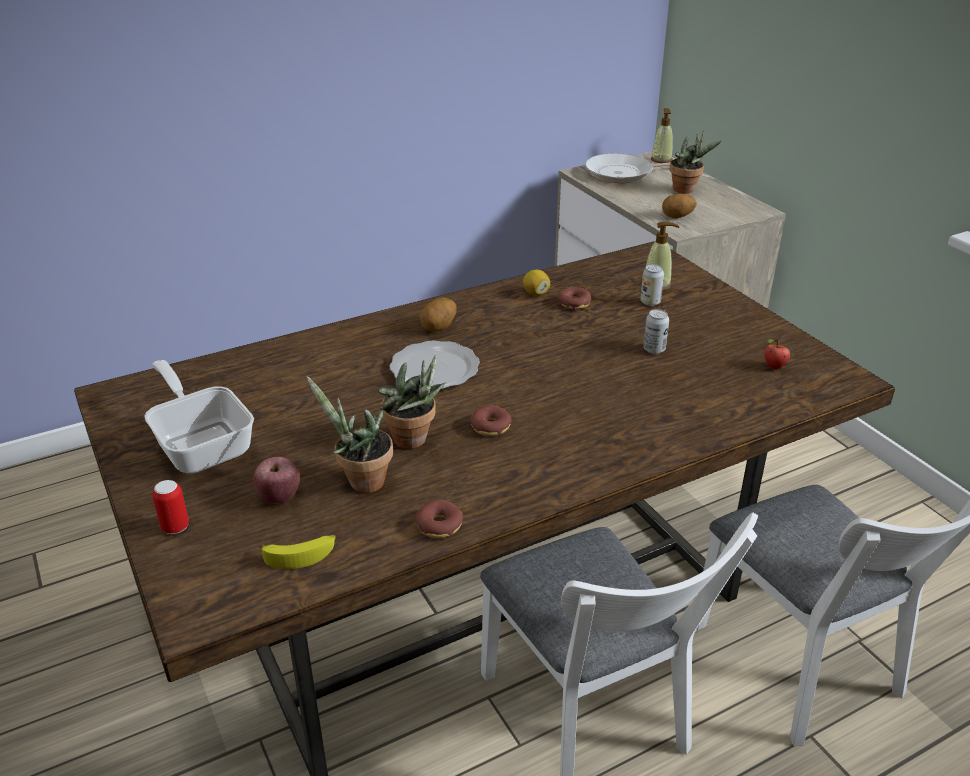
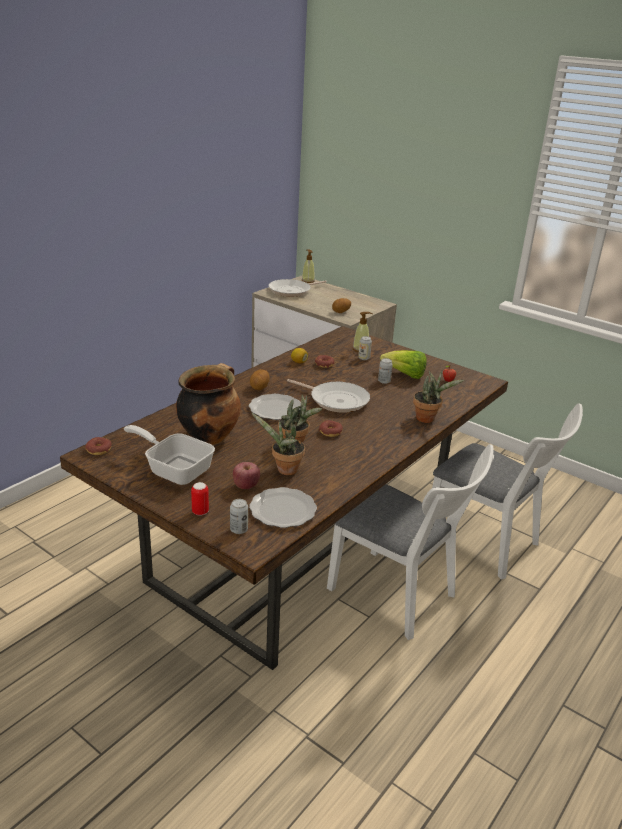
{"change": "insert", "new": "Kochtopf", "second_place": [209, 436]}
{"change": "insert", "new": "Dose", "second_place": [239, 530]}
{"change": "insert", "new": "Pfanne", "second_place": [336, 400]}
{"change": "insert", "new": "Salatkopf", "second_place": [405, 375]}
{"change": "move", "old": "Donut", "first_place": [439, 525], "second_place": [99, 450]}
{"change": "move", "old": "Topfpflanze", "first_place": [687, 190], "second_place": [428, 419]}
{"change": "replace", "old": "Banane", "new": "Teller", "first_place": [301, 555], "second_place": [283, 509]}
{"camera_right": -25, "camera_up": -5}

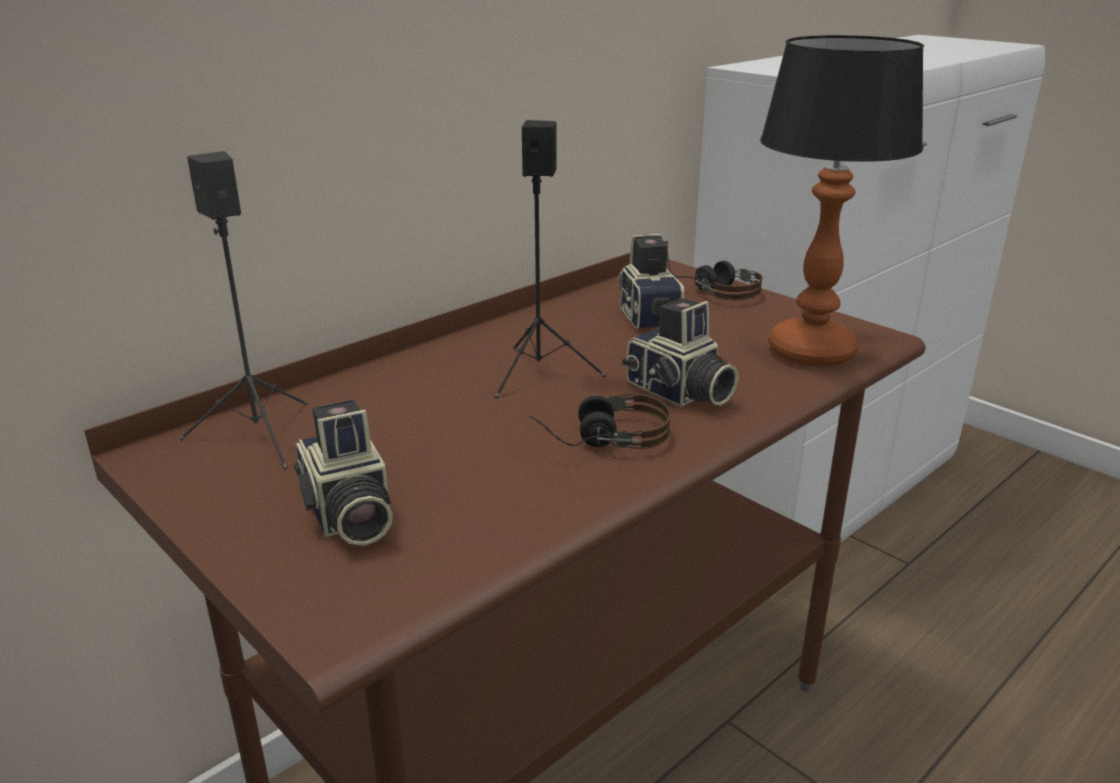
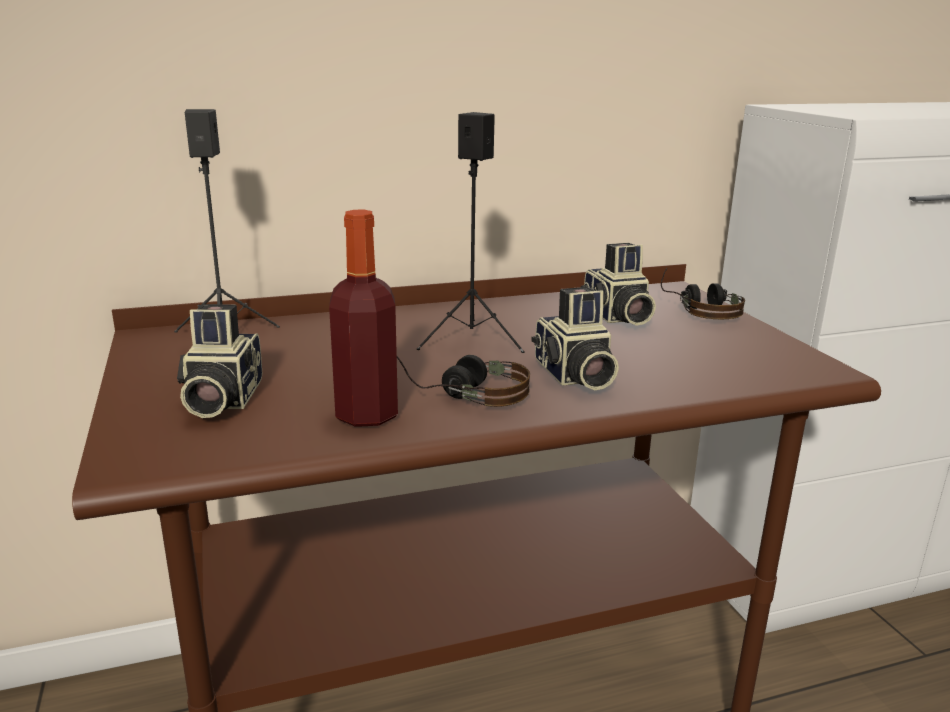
{"change": "delete", "old": "Tischlampe", "first_place": [810, 352]}
{"change": "insert", "new": "Flasche", "second_place": [367, 415]}
{"change": "rotate", "old": "Kamera", "first_place": [648, 314], "second_place": [616, 316], "degrees": 150}
{"camera_right": 25, "camera_up": -5}

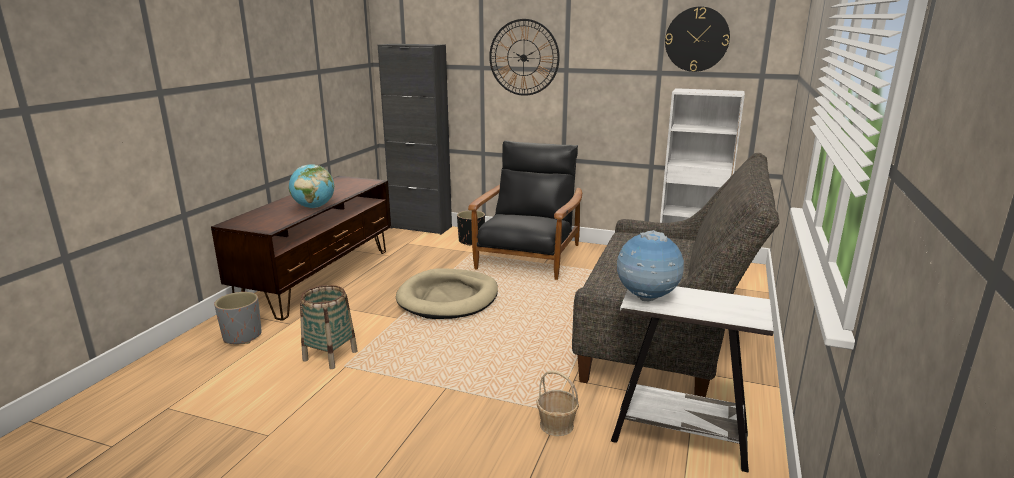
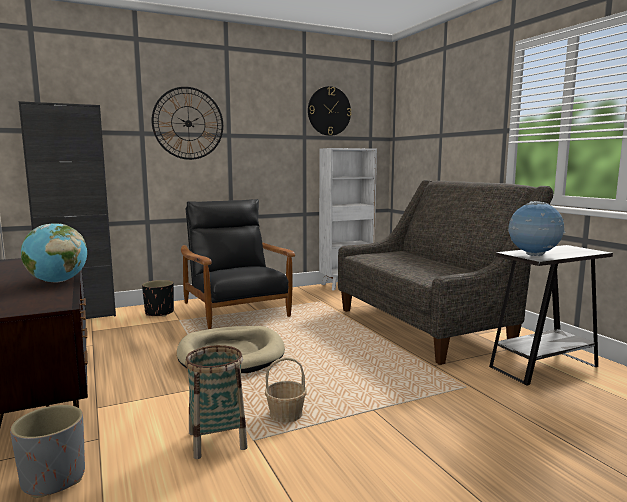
{"change": "move", "old": "Korb", "first_place": [556, 425], "second_place": [286, 415]}
{"camera_right": -45, "camera_up": -10}

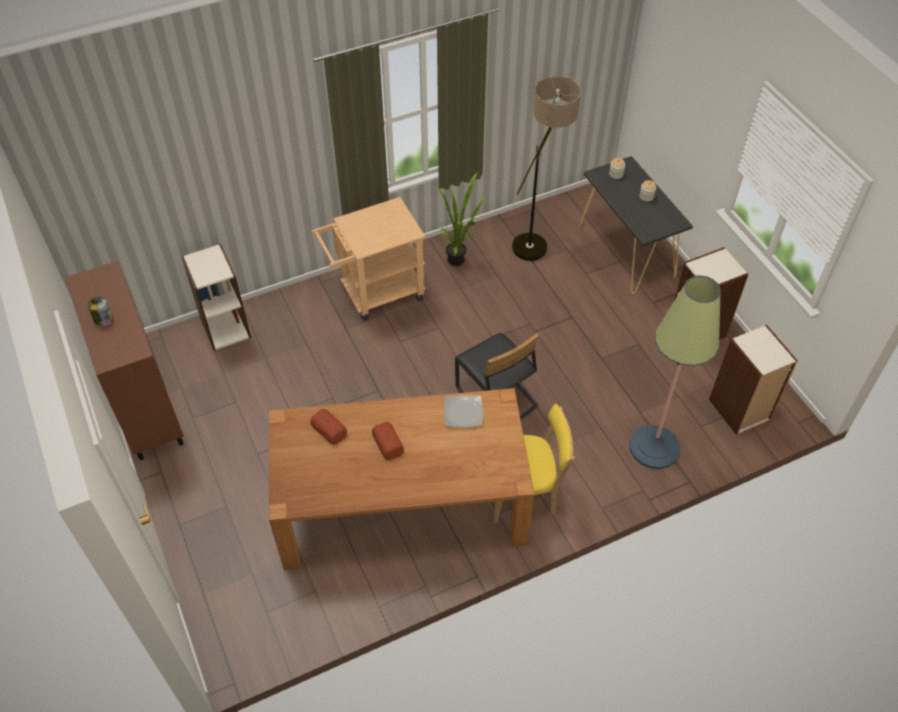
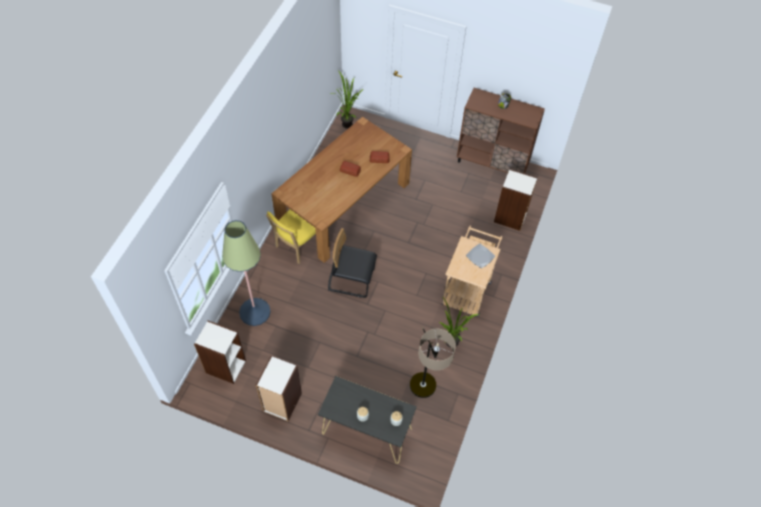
{"change": "insert", "new": "Topfpflanze", "second_place": [347, 123]}
{"change": "move", "old": "Teller", "first_place": [463, 413], "second_place": [480, 256]}
{"camera_right": 135, "camera_up": 5}

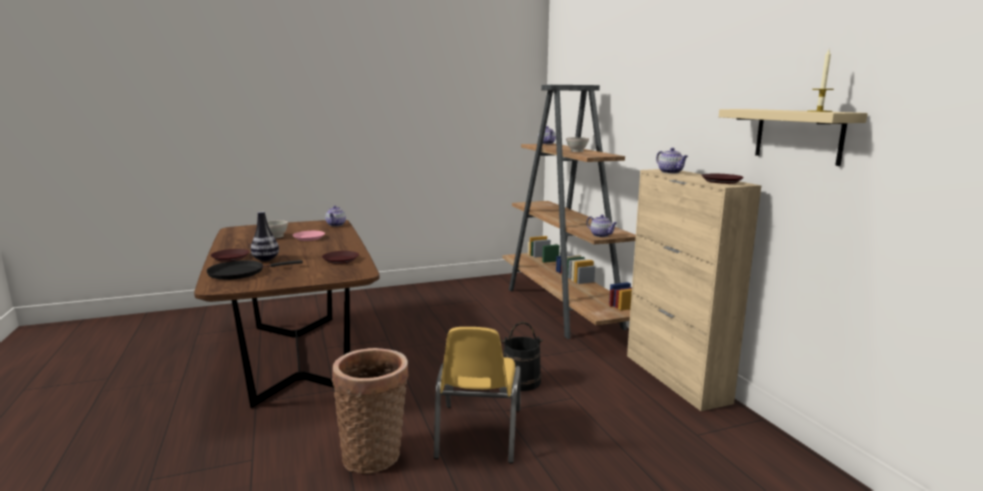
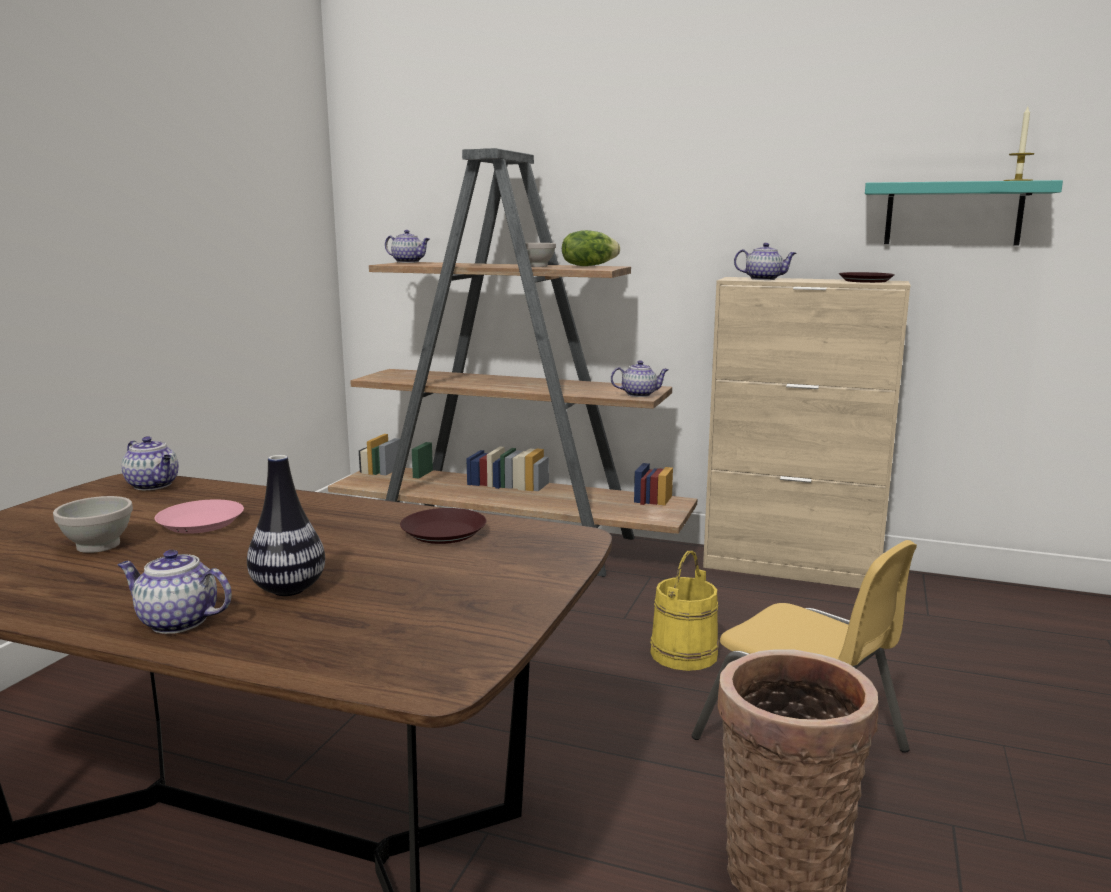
{"change": "delete", "old": "Pfanne [schwarz]", "first_place": [240, 273]}
{"change": "insert", "new": "Salatkopf", "second_place": [588, 266]}
{"change": "replace", "old": "Teller [braun]", "new": "Teekanne", "first_place": [230, 258], "second_place": [176, 622]}
{"change": "recolor", "old": "Eimer [schwarz]", "new": "Eimer [gelb]", "first_place": [521, 381], "second_place": [684, 654]}
{"change": "recolor", "old": "Wandregal [beige]", "new": "Wandregal [türkis]", "first_place": [798, 135], "second_place": [953, 214]}
{"camera_right": -50, "camera_up": 0}

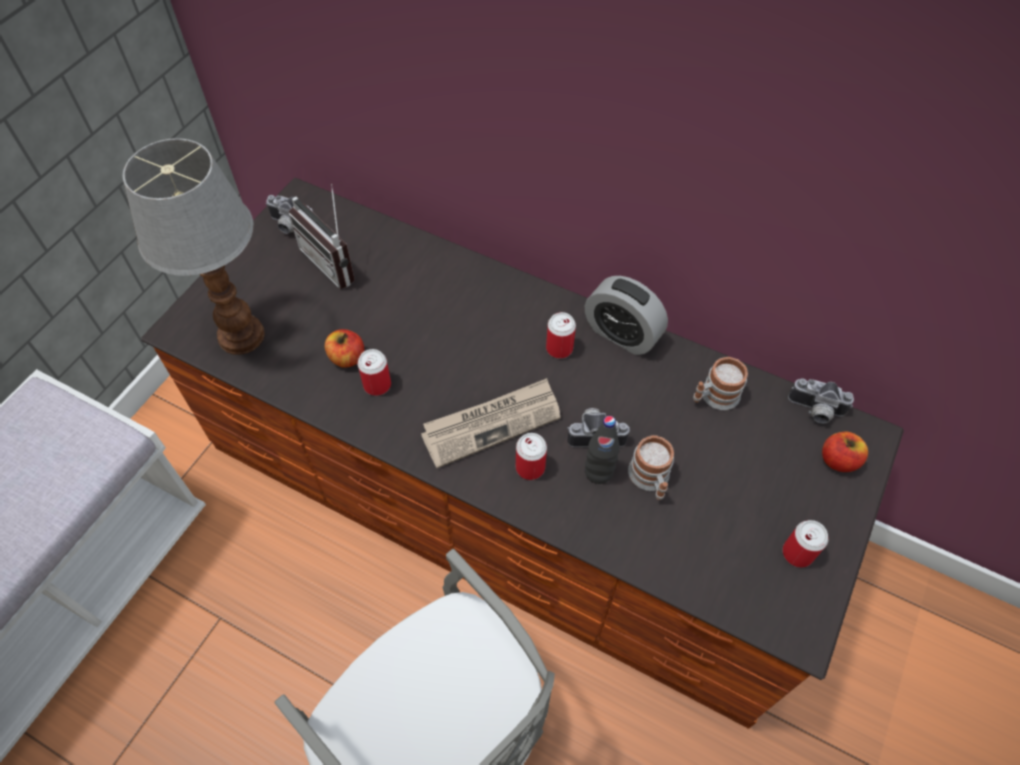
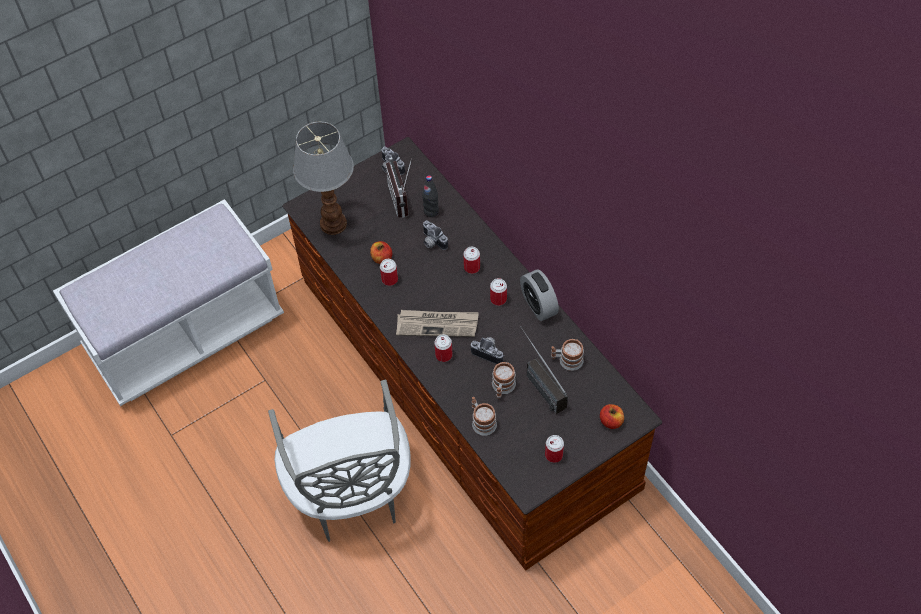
{"change": "insert", "new": "Dose", "second_place": [472, 267]}
{"change": "insert", "new": "Henkelbecher", "second_place": [482, 421]}
{"change": "insert", "new": "Radio", "second_place": [537, 382]}
{"change": "move", "old": "Flasche [schwarz]", "first_place": [598, 472], "second_place": [431, 211]}
{"change": "move", "old": "Kamera", "first_place": [815, 411], "second_place": [432, 242]}
{"camera_right": 30, "camera_up": 0}

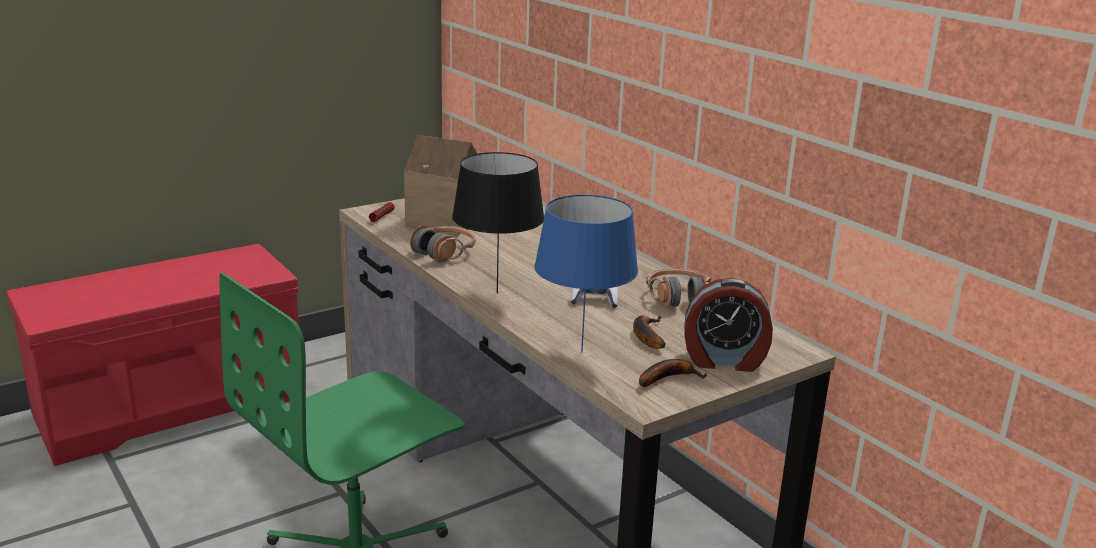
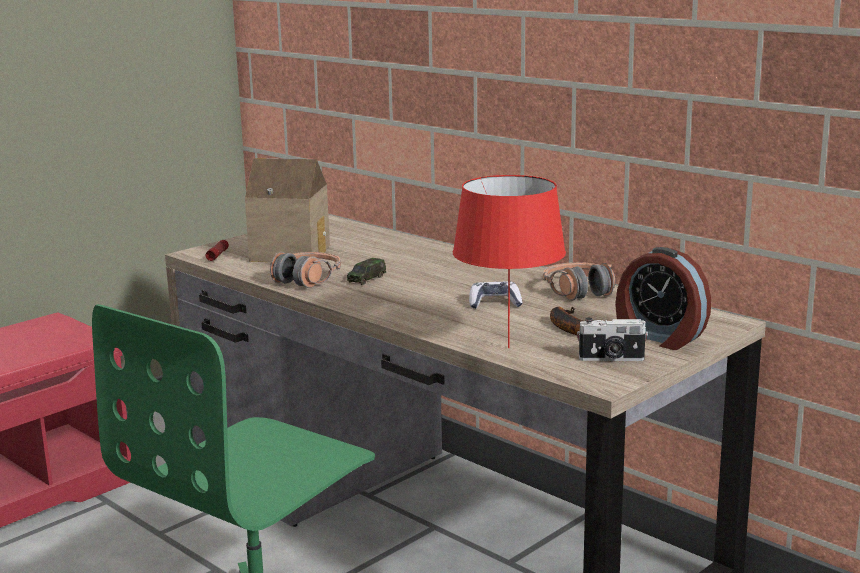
{"change": "delete", "old": "Tischlampe [schwarz]", "first_place": [497, 294]}
{"change": "insert", "new": "Spielzeugauto", "second_place": [367, 279]}
{"change": "replace", "old": "Banane", "new": "Kamera", "first_place": [668, 378], "second_place": [611, 359]}
{"change": "recolor", "old": "Tischlampe [blau]", "new": "Tischlampe [rot]", "first_place": [580, 351], "second_place": [507, 347]}
{"change": "rotate", "old": "Wecker", "first_place": [724, 360], "second_place": [659, 338], "degrees": 45}
{"camera_right": -10, "camera_up": -5}

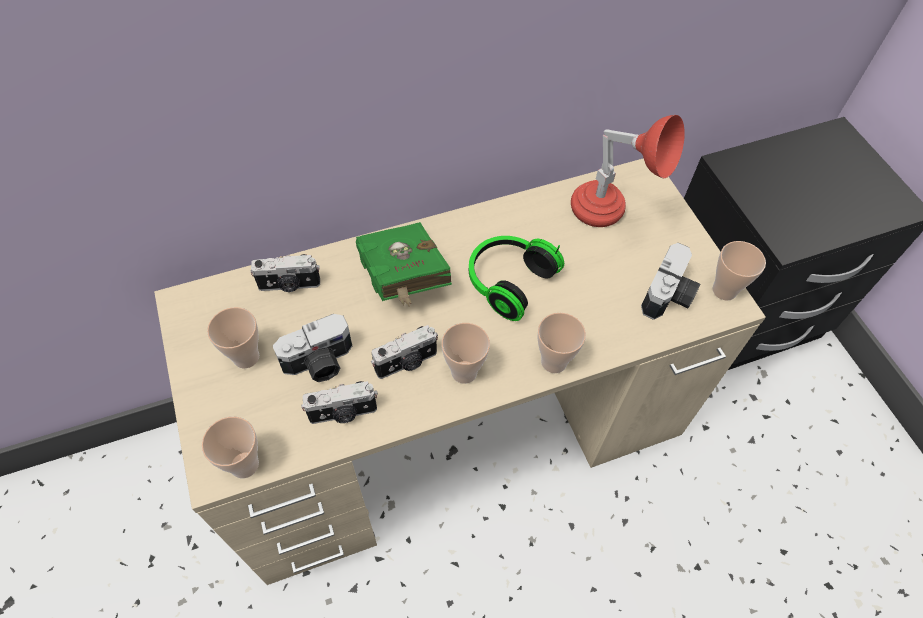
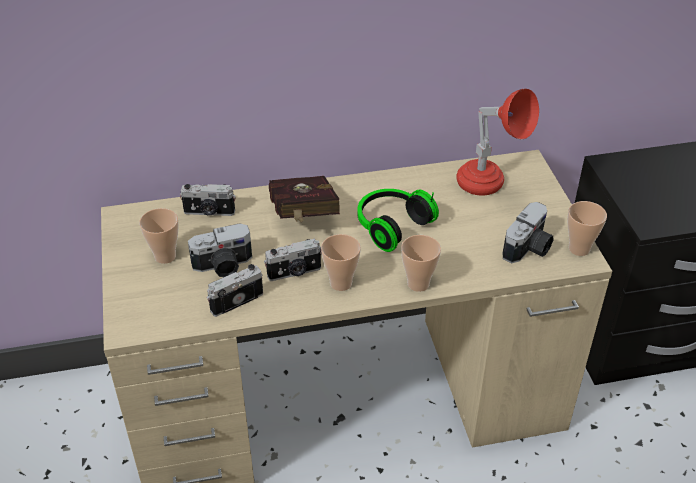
{"change": "delete", "old": "Tasse", "first_place": [244, 464]}
{"change": "recolor", "old": "Buch [grün]", "new": "Buch [rot]", "first_place": [403, 281], "second_place": [303, 218]}
{"change": "rotate", "old": "Kamera", "first_place": [343, 413], "second_place": [235, 301], "degrees": 150}
{"camera_right": 10, "camera_up": -15}

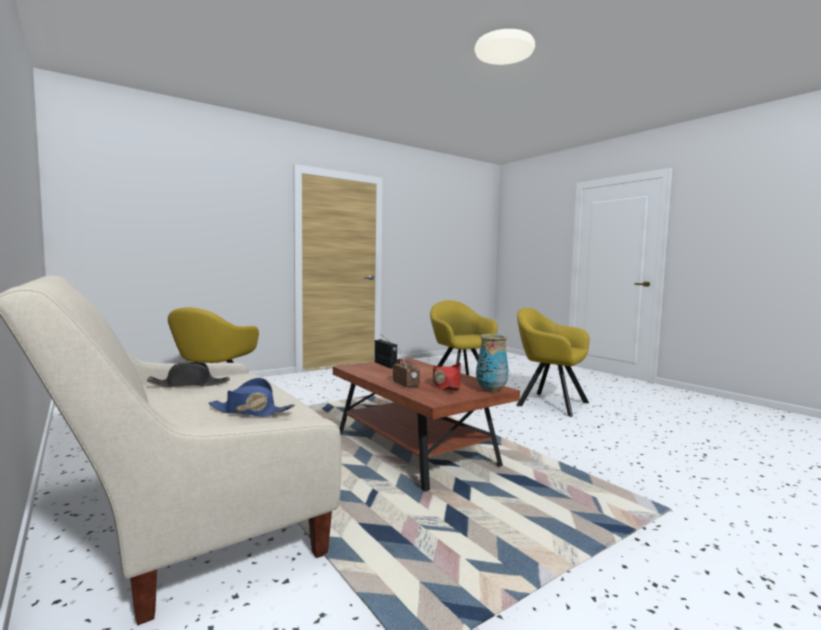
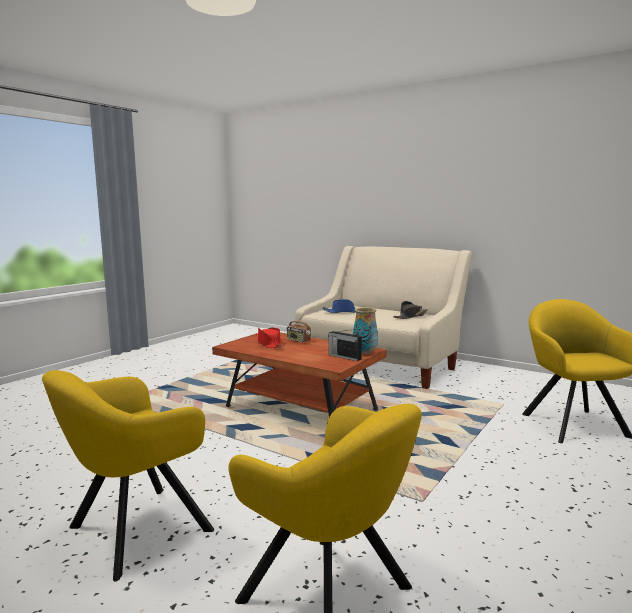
{"change": "move", "old": "Vase", "first_place": [491, 390], "second_place": [365, 353]}
{"change": "rotate", "old": "Sessel [gelb]", "first_place": [548, 403], "second_place": [132, 532], "degrees": 120}
{"camera_right": 160, "camera_up": 5}

